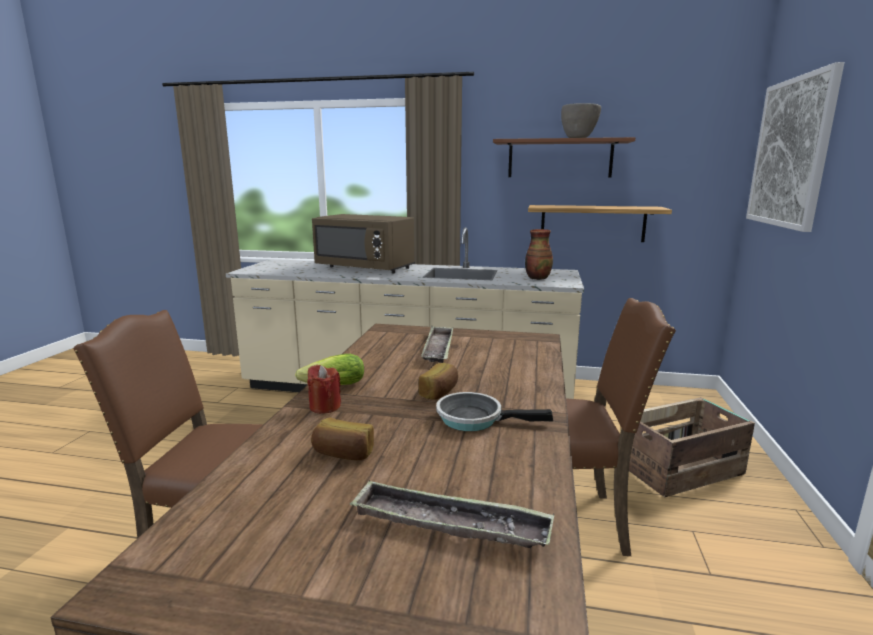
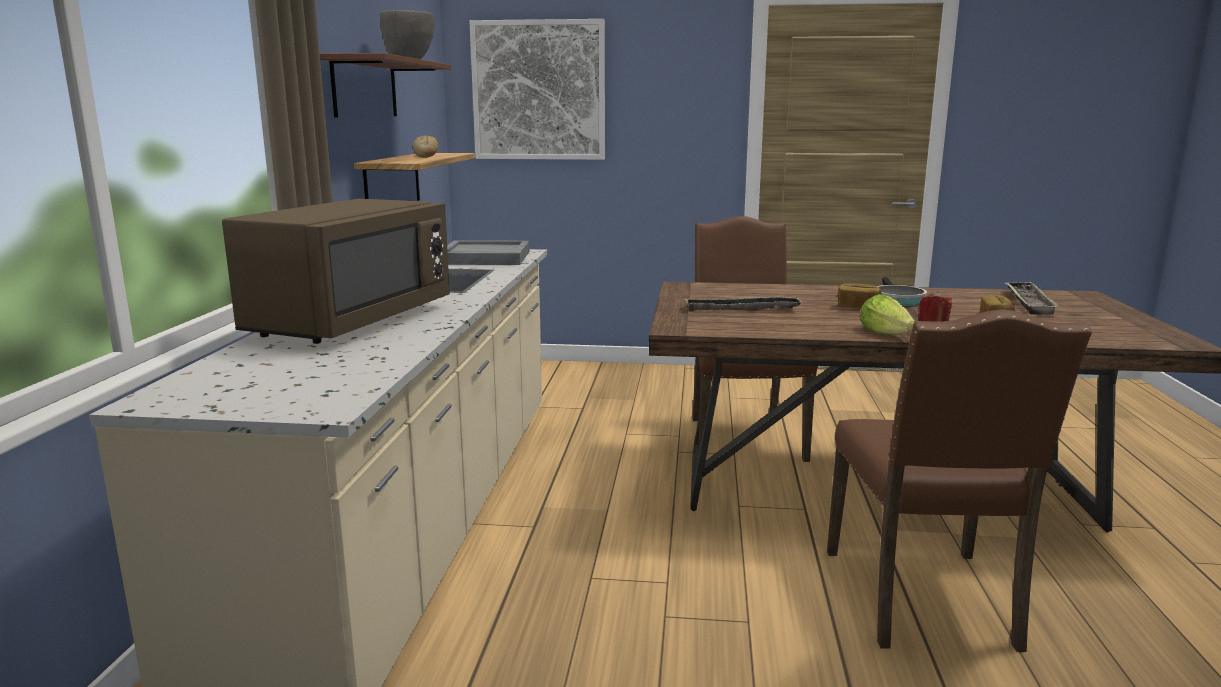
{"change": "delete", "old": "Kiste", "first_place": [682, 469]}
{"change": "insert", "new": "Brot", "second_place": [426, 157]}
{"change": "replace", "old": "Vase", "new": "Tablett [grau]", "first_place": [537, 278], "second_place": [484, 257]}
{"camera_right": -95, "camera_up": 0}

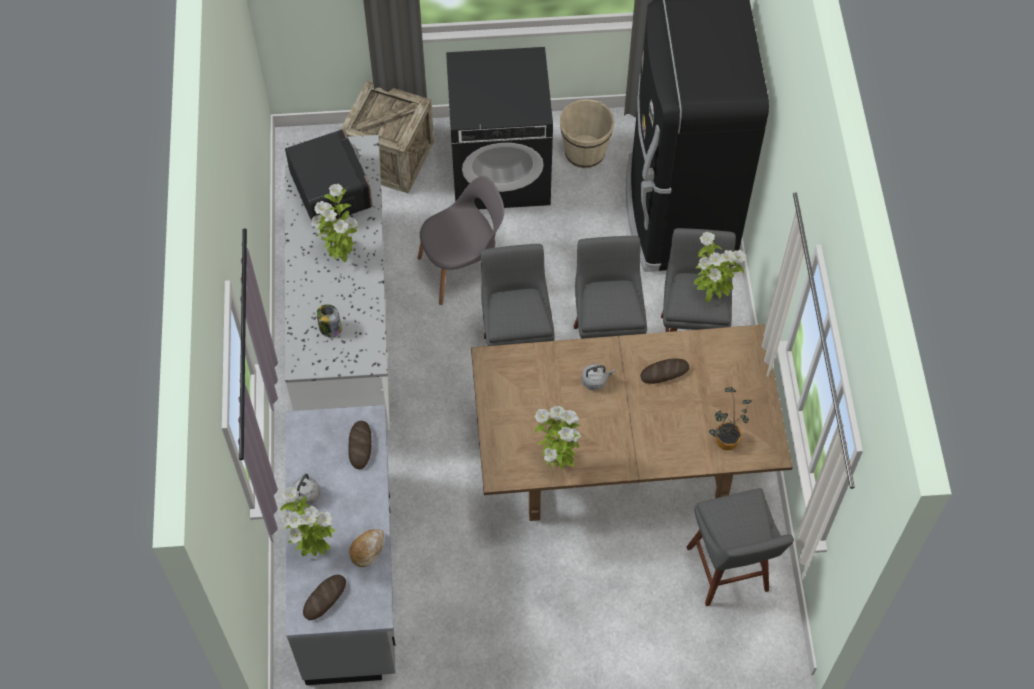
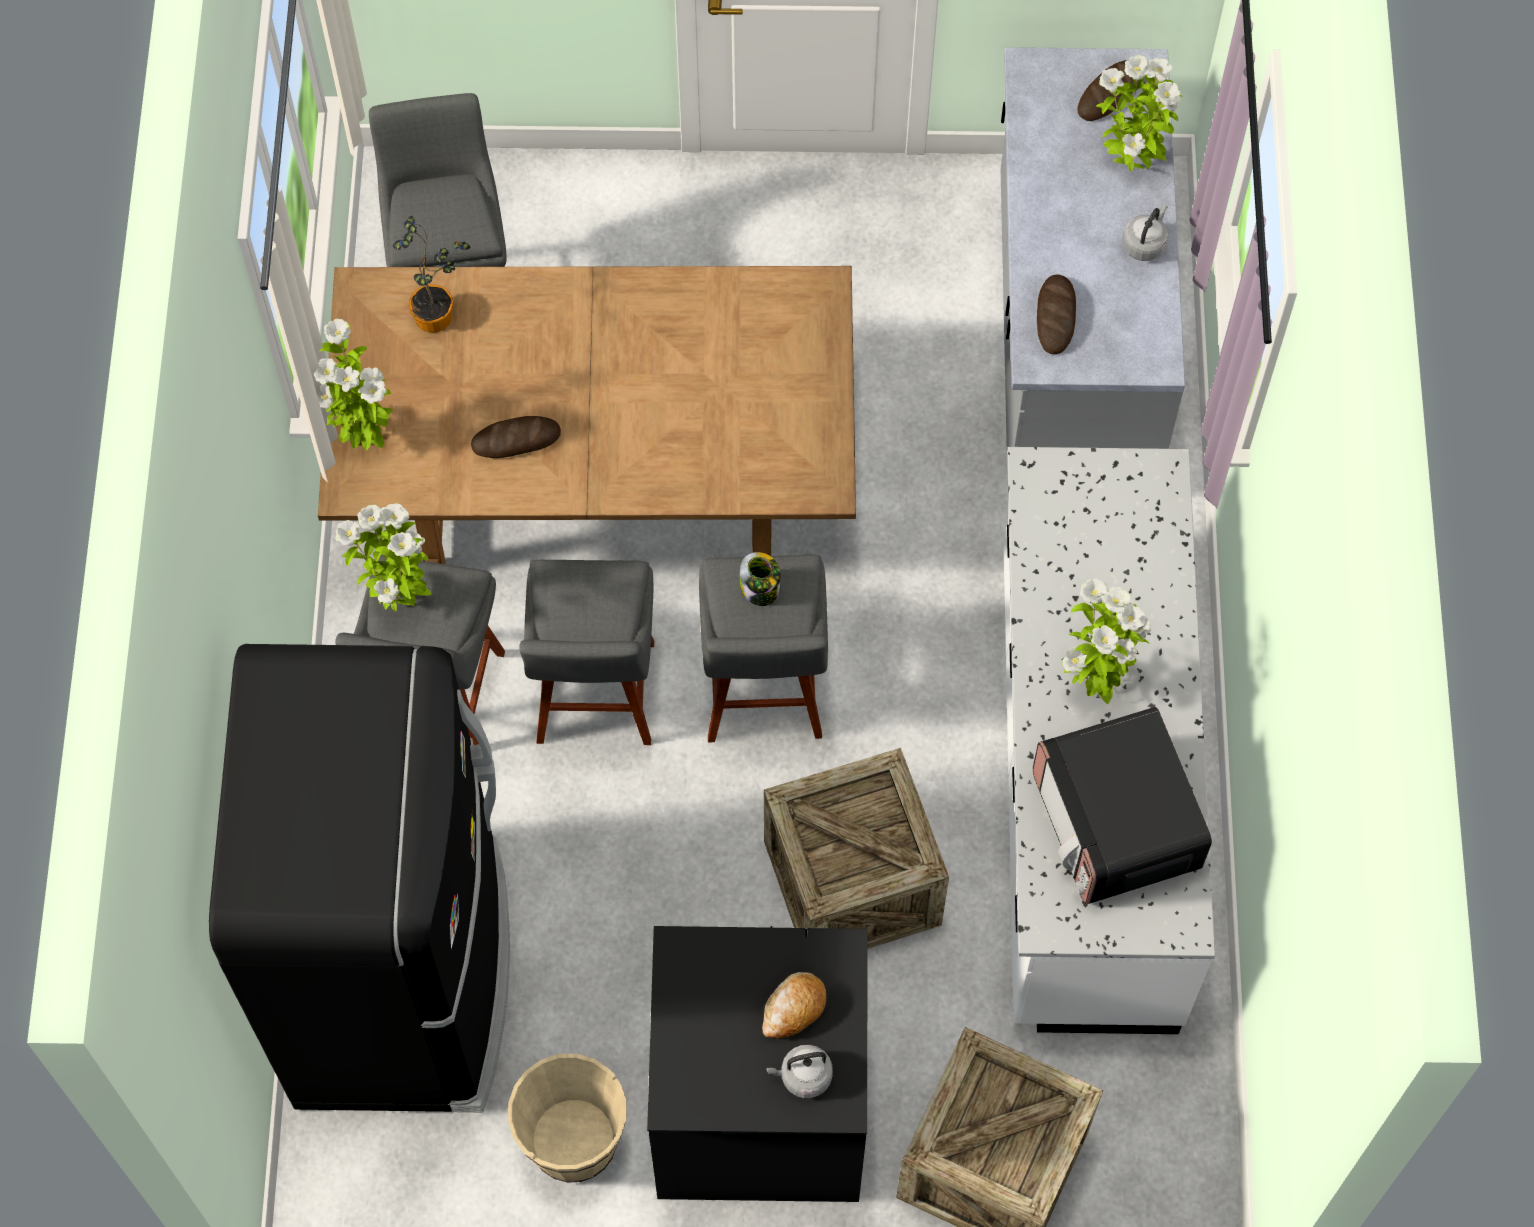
{"change": "move", "old": "Vorratsglas", "first_place": [330, 328], "second_place": [760, 589]}
{"change": "move", "old": "Brot", "first_place": [367, 549], "second_place": [793, 1009]}
{"change": "move", "old": "Topfpflanze", "first_place": [557, 462], "second_place": [363, 437]}
{"change": "move", "old": "Wasserkessel [grau]", "first_place": [595, 381], "second_place": [803, 1076]}
{"change": "replace", "old": "Stuhl [grau]", "new": "Kiste", "first_place": [463, 269], "second_place": [852, 883]}
{"camera_right": -175, "camera_up": 5}

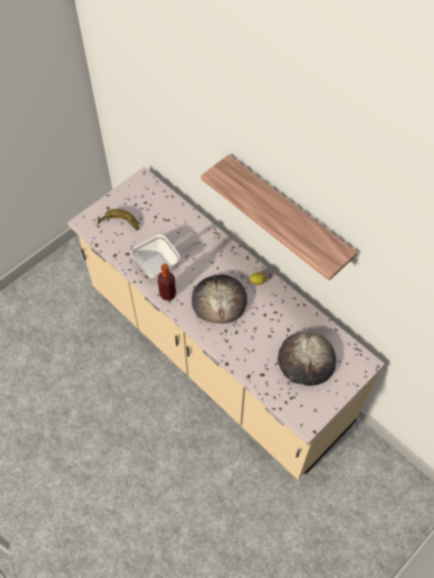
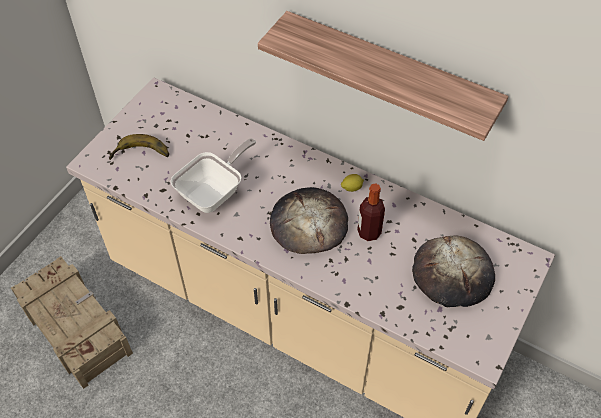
{"change": "insert", "new": "Kiste", "second_place": [76, 327]}
{"change": "move", "old": "Flasche", "first_place": [168, 294], "second_place": [369, 232]}
{"camera_right": -15, "camera_up": -5}

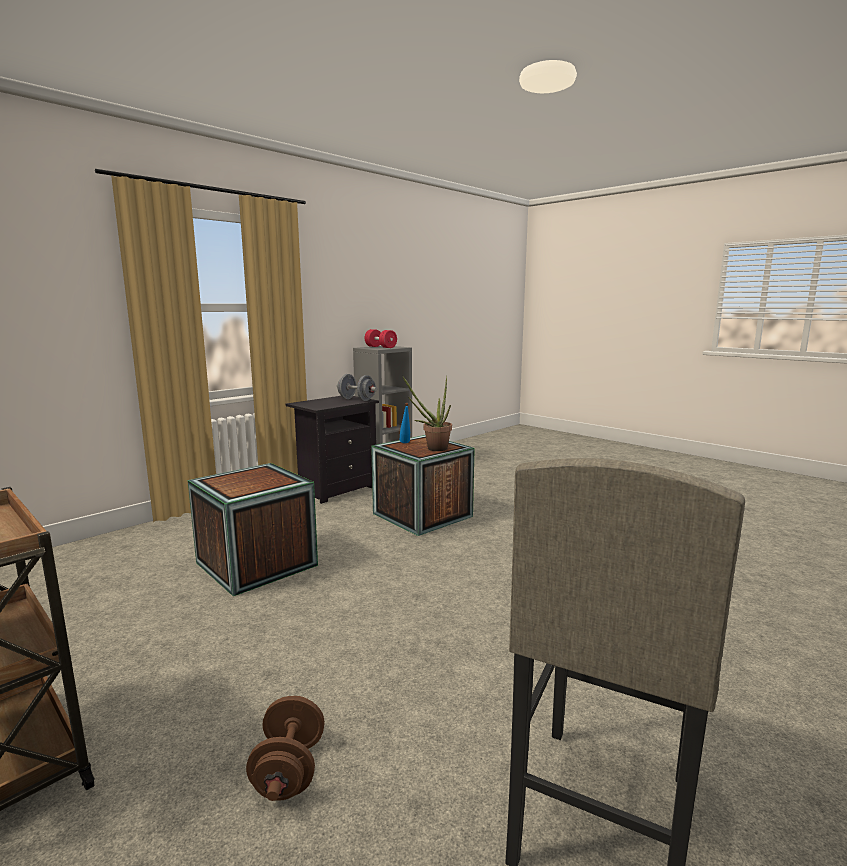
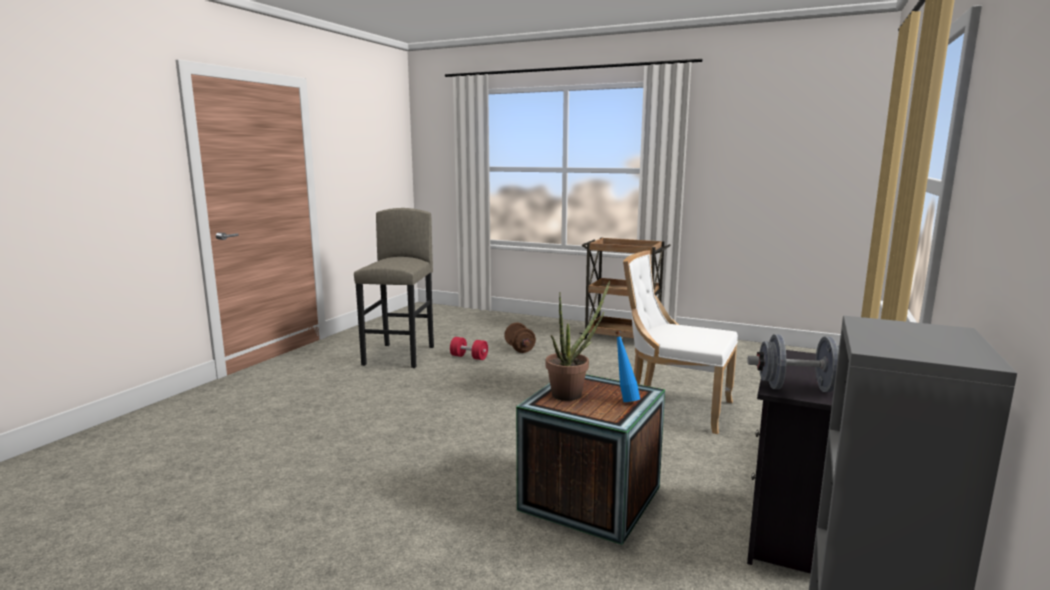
{"change": "move", "old": "Hantel [rot]", "first_place": [380, 347], "second_place": [469, 357]}
{"change": "replace", "old": "Kiste", "new": "Stuhl [weiß]", "first_place": [256, 564], "second_place": [674, 407]}
{"camera_right": 160, "camera_up": 0}

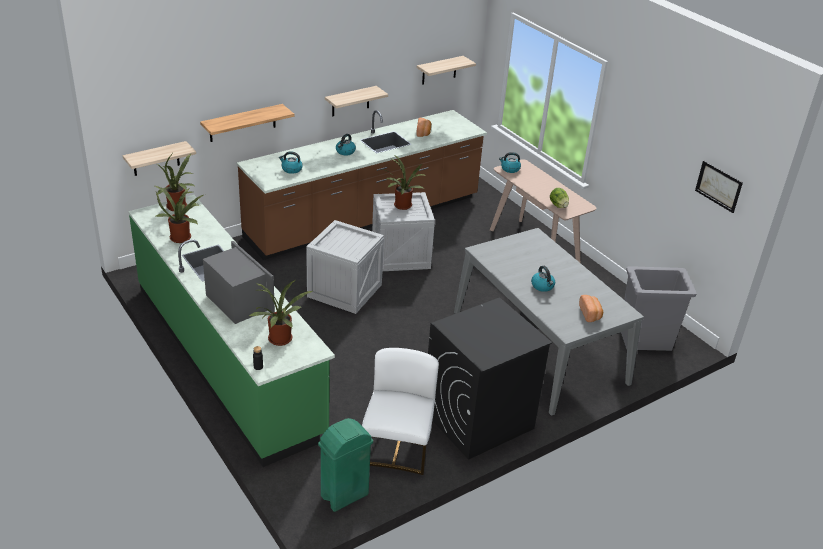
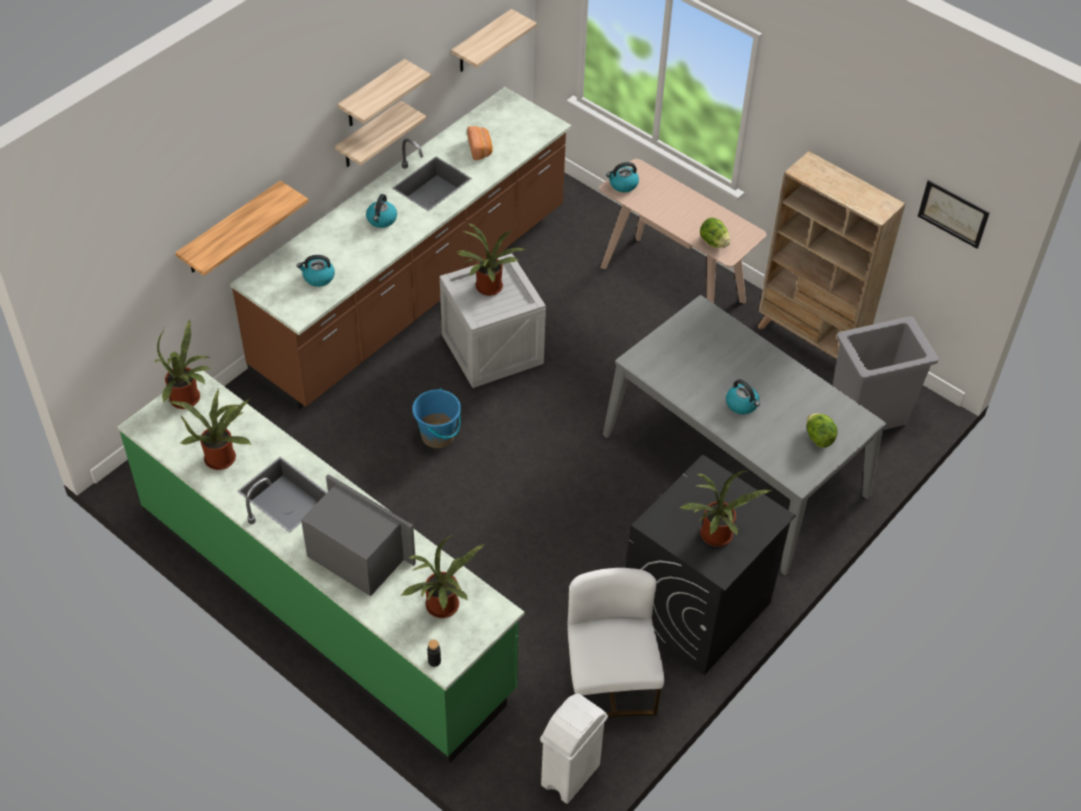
{"change": "insert", "new": "Topfpflanze", "second_place": [716, 538]}
{"change": "insert", "new": "Bücherregal [beige]", "second_place": [810, 341]}
{"change": "move", "old": "Wandregal", "first_place": [156, 159], "second_place": [372, 95]}
{"change": "replace", "old": "Kiste", "new": "Eimer [blau]", "first_place": [344, 290], "second_place": [438, 436]}
{"change": "replace", "old": "Brot", "new": "Salatkopf", "first_place": [590, 314], "second_place": [818, 438]}
{"change": "recolor", "old": "Mülleimer [grün]", "new": "Mülleimer [weiß]", "first_place": [344, 495], "second_place": [569, 775]}
{"camera_right": -15, "camera_up": 15}

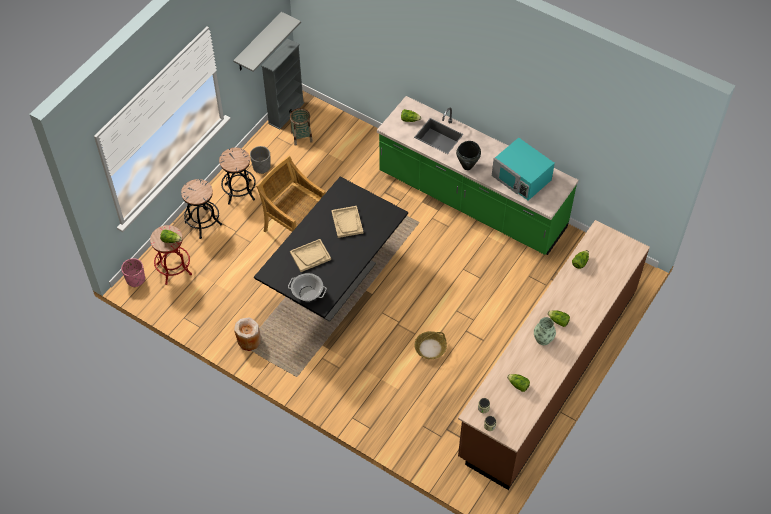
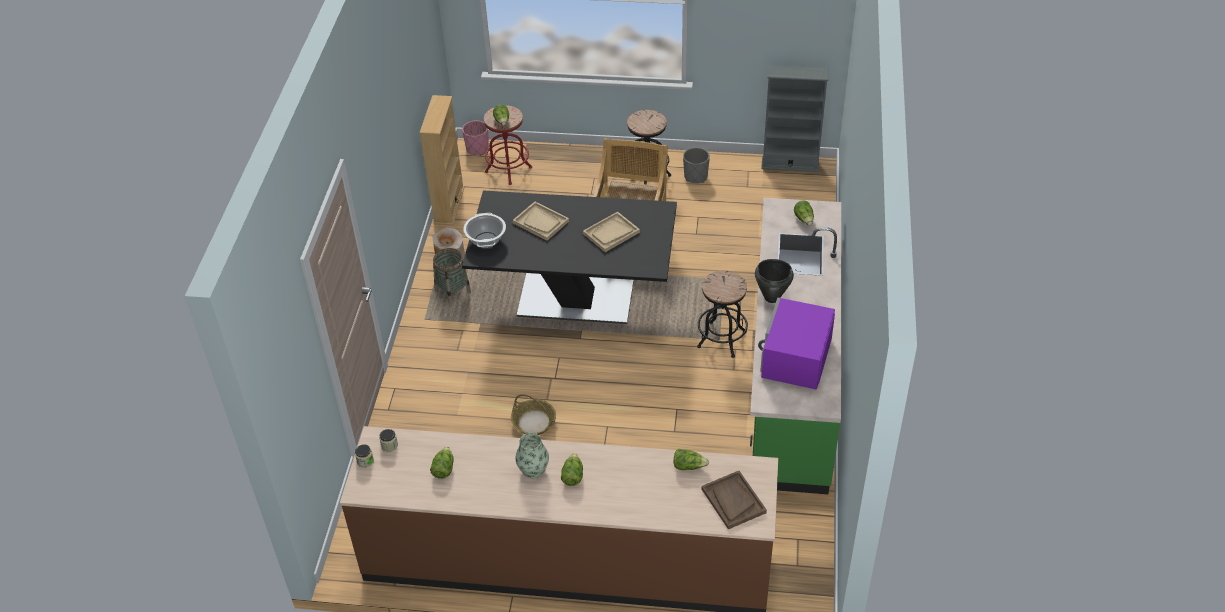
{"change": "delete", "old": "Wandregal [grau]", "first_place": [258, 43]}
{"change": "insert", "new": "Bücherregal [beige]", "second_place": [449, 205]}
{"change": "insert", "new": "Tablett [braun]", "second_place": [733, 501]}
{"change": "move", "old": "Hocker [schwarz]", "first_place": [203, 223], "second_place": [721, 339]}
{"change": "move", "old": "Korb", "first_place": [301, 137], "second_place": [453, 291]}
{"change": "recolor", "old": "Mikrowelle [türkis]", "new": "Mikrowelle [lila]", "first_place": [522, 178], "second_place": [795, 357]}
{"camera_right": 65, "camera_up": -10}

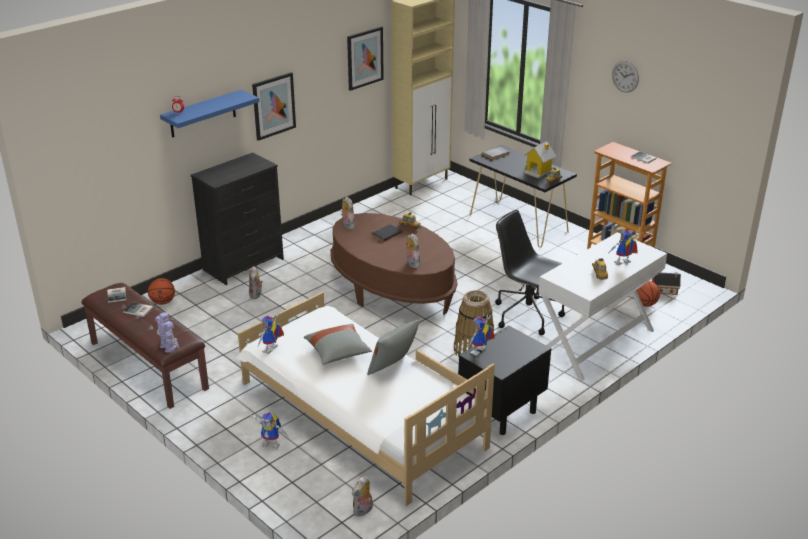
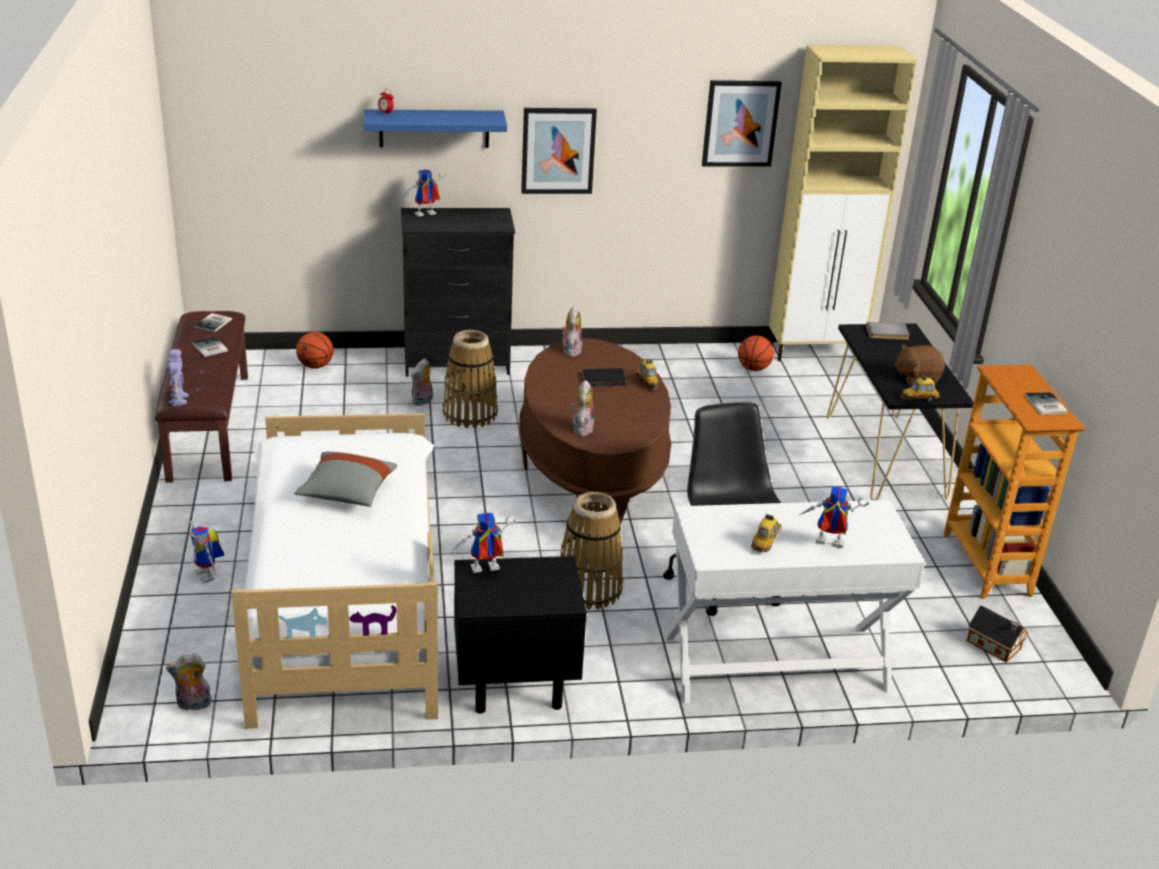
{"change": "delete", "old": "Kissen [grau]", "first_place": [393, 368]}
{"change": "delete", "old": "Wanduhr", "first_place": [625, 76]}
{"change": "insert", "new": "Korb", "second_place": [470, 414]}
{"change": "move", "old": "Spielzeugroboter", "first_place": [271, 350], "second_place": [424, 215]}
{"change": "move", "old": "Basketball", "first_place": [644, 304], "second_place": [754, 368]}
{"change": "replace", "old": "Spielzeughaus", "new": "Plüschtier [braun]", "first_place": [538, 171], "second_place": [916, 378]}
{"camera_right": 35, "camera_up": 0}

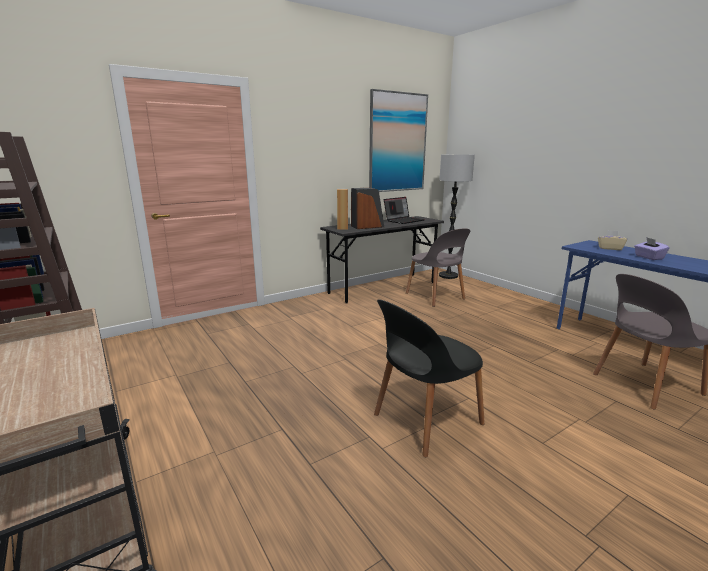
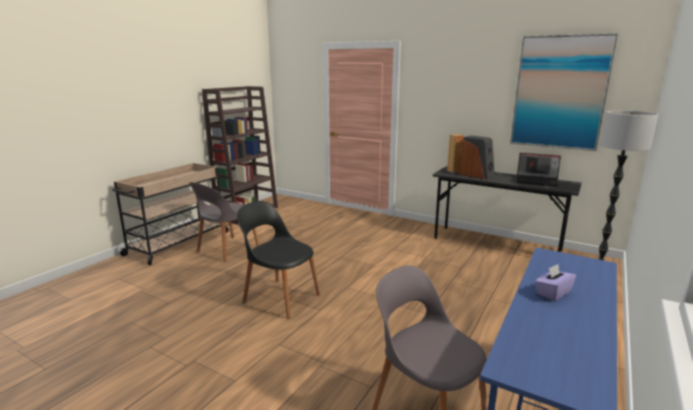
{"change": "delete", "old": "Taschentuchbox [beige]", "first_place": [609, 248]}
{"change": "move", "old": "Stuhl [grau]", "first_place": [435, 297], "second_place": [227, 249]}
{"camera_right": 65, "camera_up": 0}

